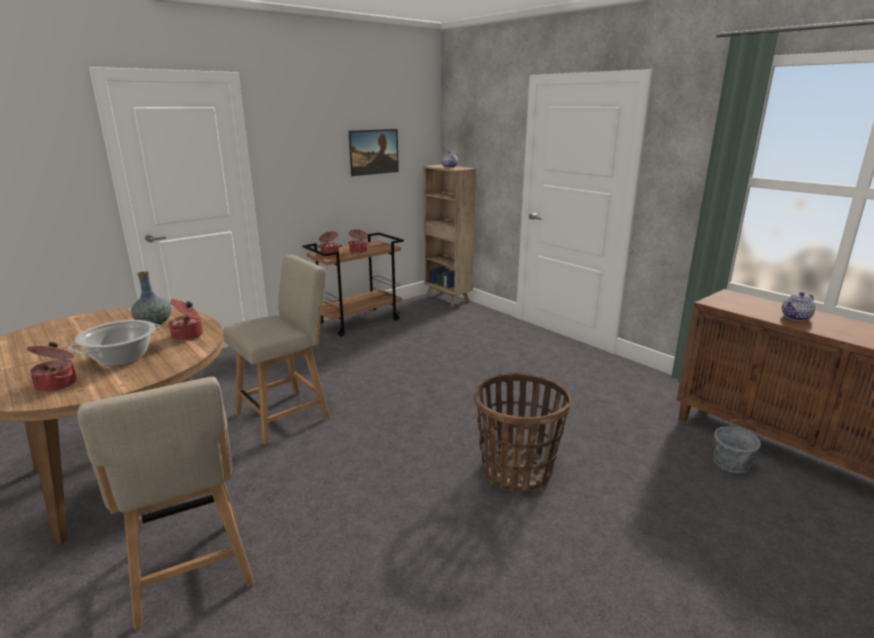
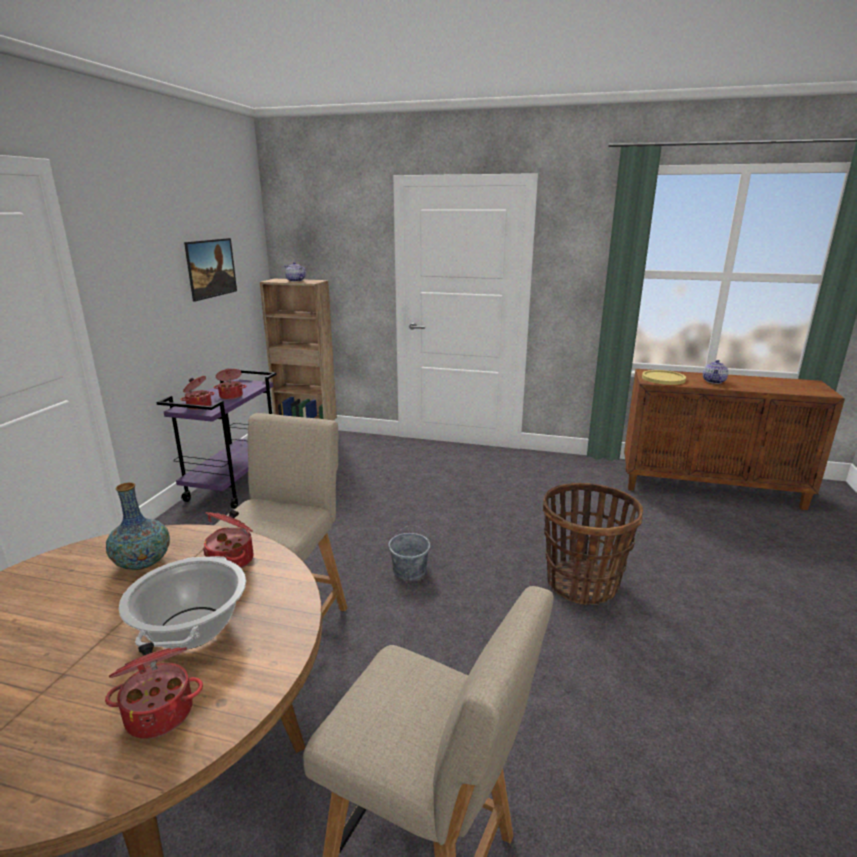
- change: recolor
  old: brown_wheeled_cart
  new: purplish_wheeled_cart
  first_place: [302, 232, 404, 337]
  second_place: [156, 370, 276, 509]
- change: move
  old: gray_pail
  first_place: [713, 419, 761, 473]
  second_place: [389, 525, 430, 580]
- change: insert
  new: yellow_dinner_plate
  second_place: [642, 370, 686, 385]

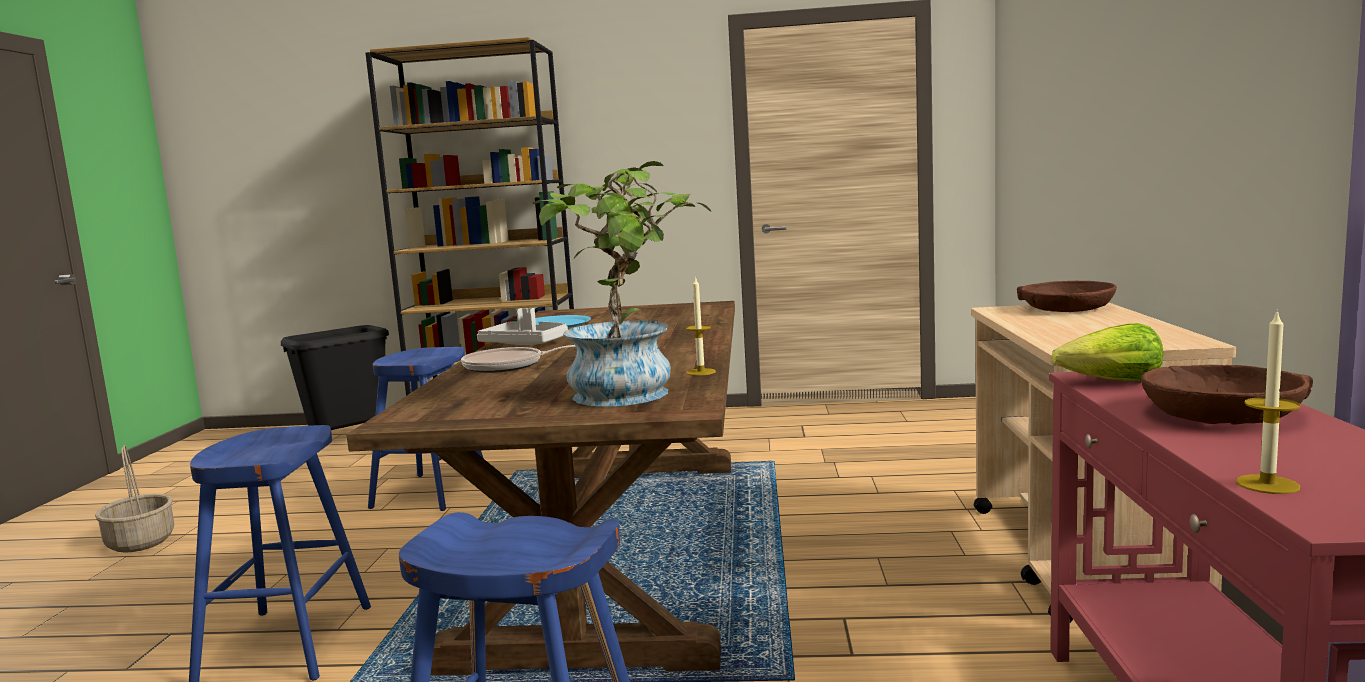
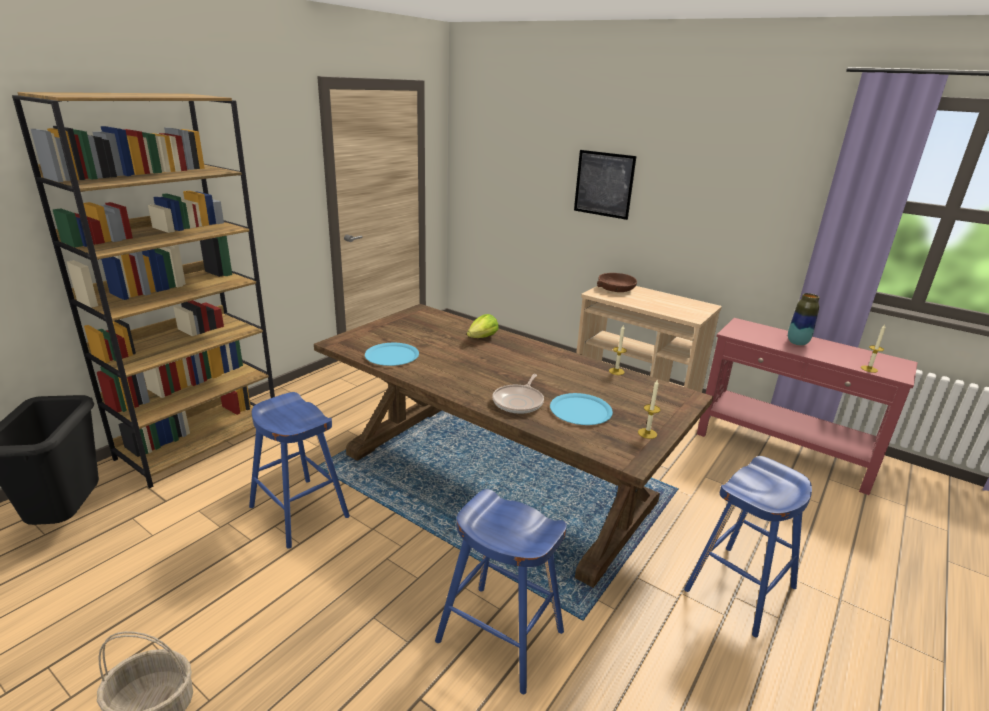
- change: delete
  old: gray_tray
  first_place: [477, 308, 568, 345]
- change: delete
  old: houseplant
  first_place: [533, 161, 711, 407]
- change: move
  old: lettuce_head
  first_place: [1052, 323, 1163, 381]
  second_place: [467, 314, 499, 338]
- change: replace
  old: brown_serving_bowl
  new: vase
  first_place: [1141, 365, 1313, 425]
  second_place: [788, 293, 820, 346]
- change: insert
  new: blue_dinner_plate
  second_place: [550, 393, 613, 425]
- change: insert
  new: picture
  second_place: [574, 150, 637, 220]
- change: insert
  new: wax_candle
  second_place: [638, 380, 660, 439]

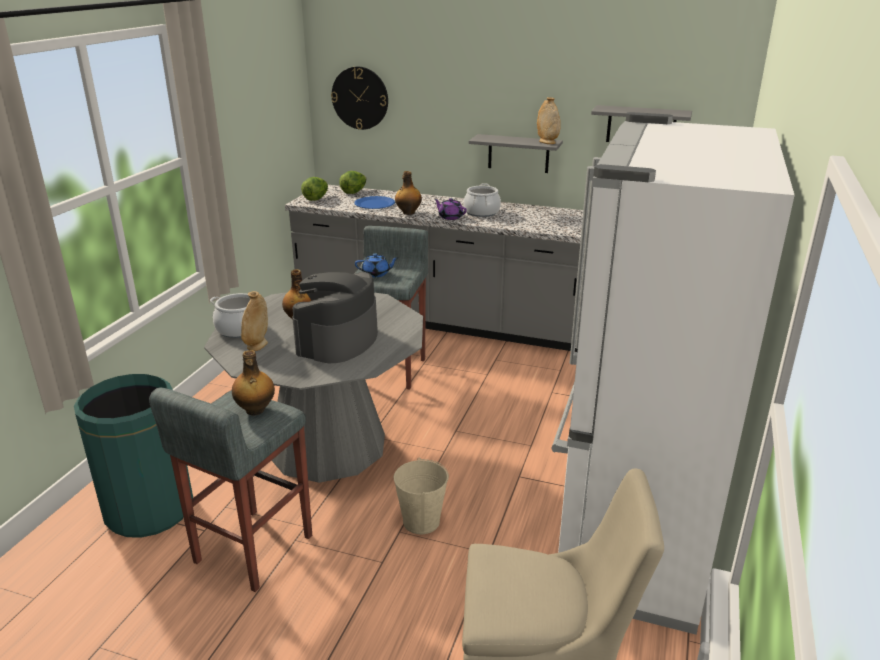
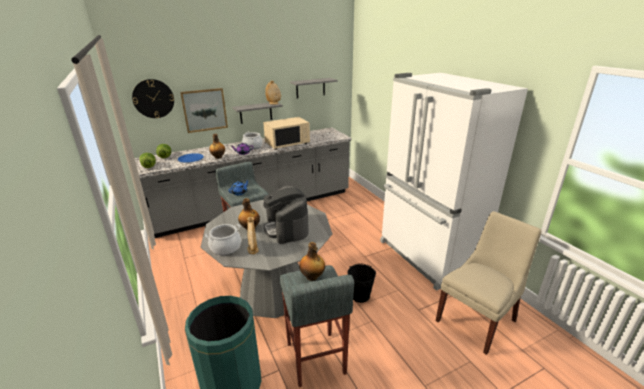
- change: recolor
  old: sand-coloured_pail
  new: black-coloured_pail
  first_place: [394, 457, 449, 534]
  second_place: [348, 264, 376, 303]
- change: insert
  new: picture
  second_place: [180, 88, 228, 133]
- change: insert
  new: sand-coloured_microwave_oven
  second_place: [263, 117, 310, 150]

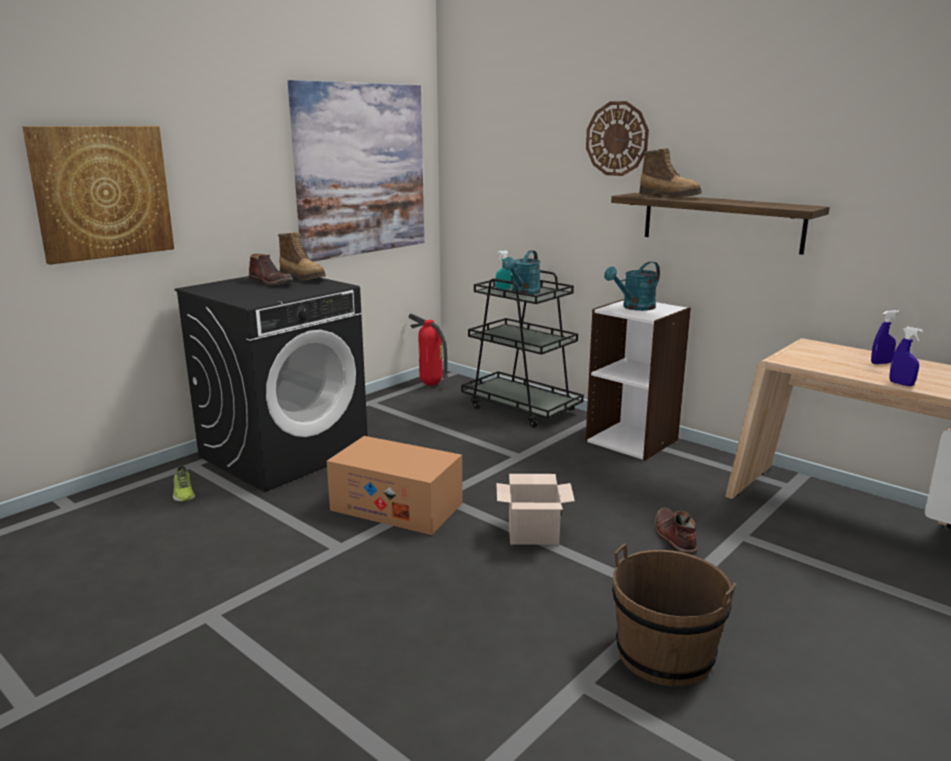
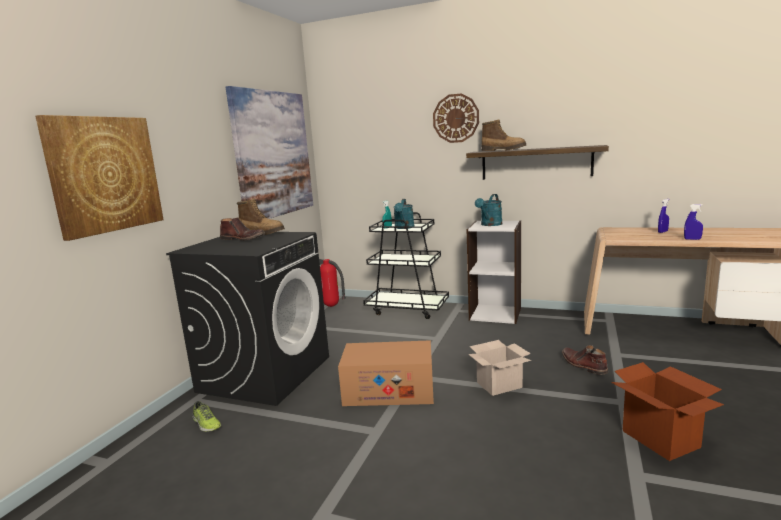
- change: replace
  old: brown_pail
  new: cardboard_box
  first_place: [612, 543, 736, 686]
  second_place: [611, 362, 724, 461]

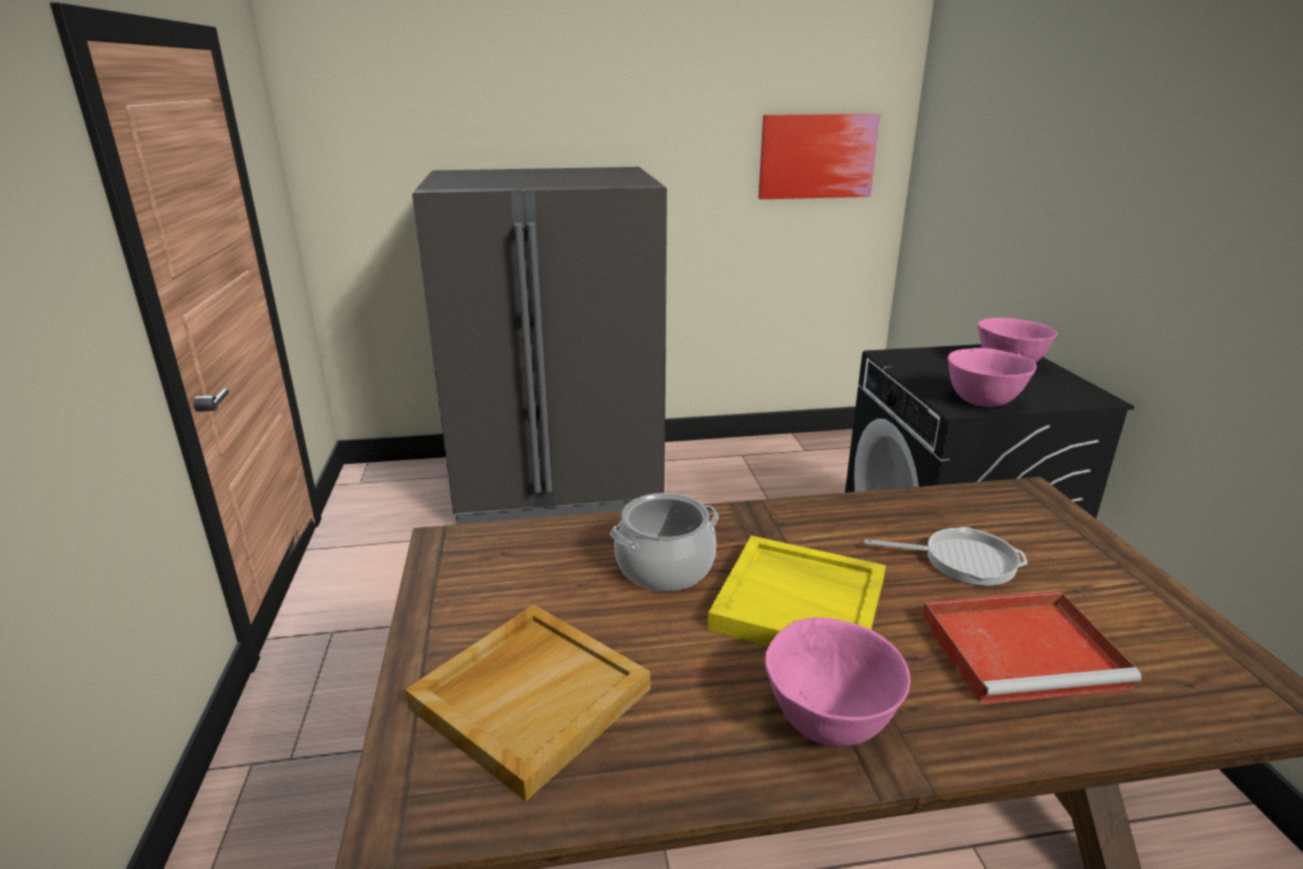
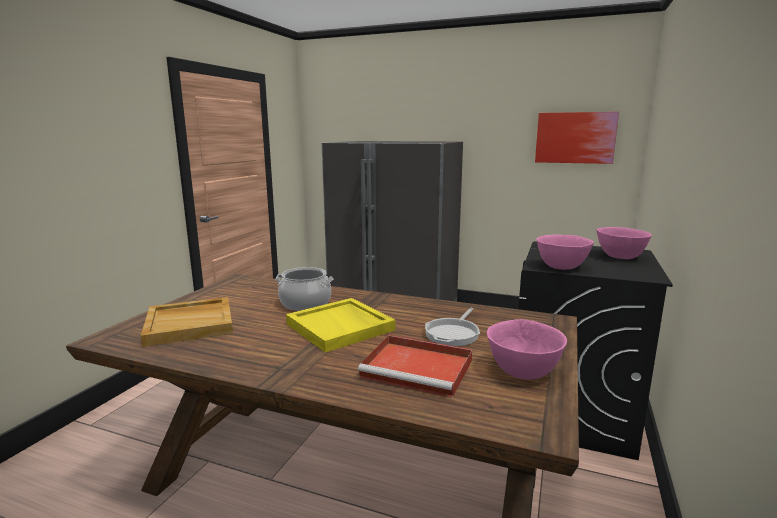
- change: move
  old: pinkish_serving_bowl
  first_place: [765, 617, 910, 747]
  second_place: [487, 319, 567, 380]
- change: rotate
  old: frying_pan
  first_place: [864, 527, 1028, 586]
  second_place: [425, 308, 480, 346]
  degrees: 75

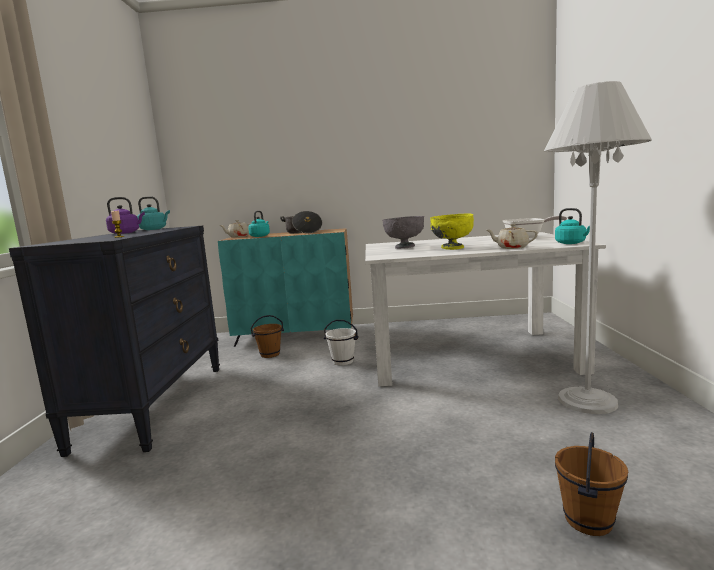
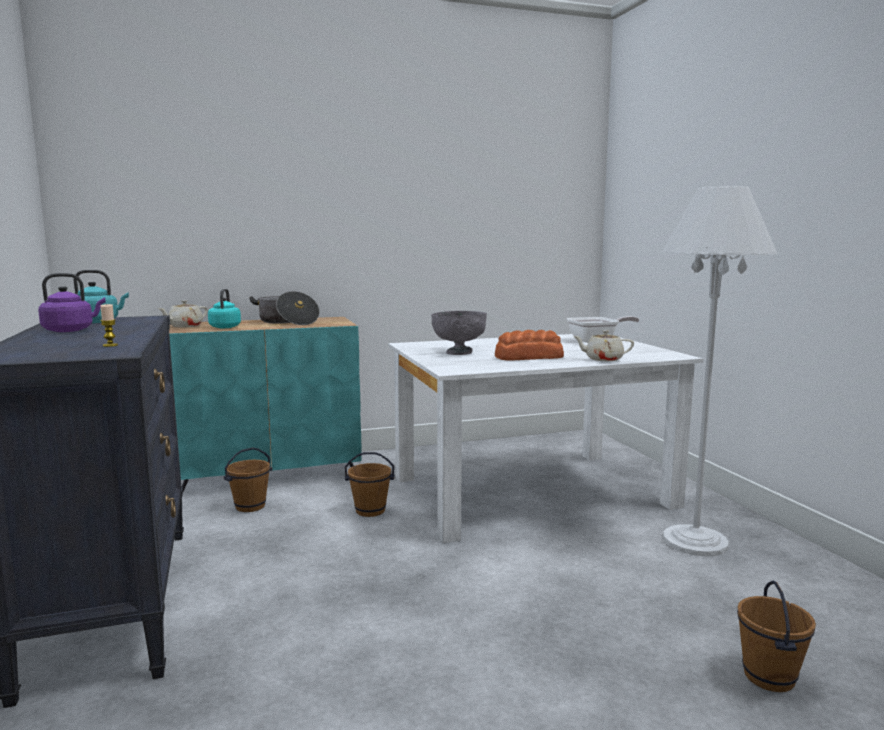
- change: recolor
  old: whitish_pail
  new: brown_pail
  first_place: [324, 320, 359, 366]
  second_place: [345, 452, 395, 517]
- change: replace
  old: yellow_serving_bowl
  new: baked_bread
  first_place: [430, 214, 474, 250]
  second_place: [495, 330, 564, 361]
- change: delete
  old: turquoise_water_kettle
  first_place: [555, 208, 590, 244]

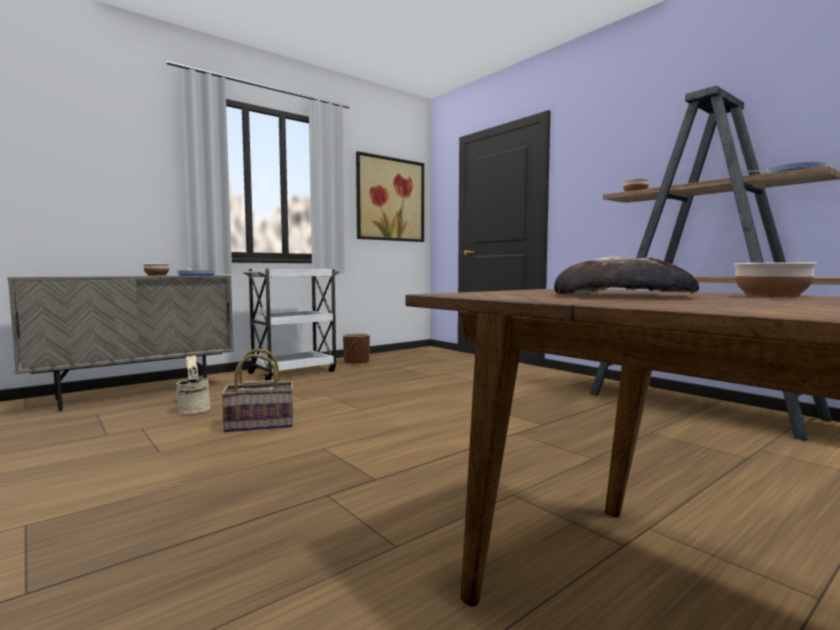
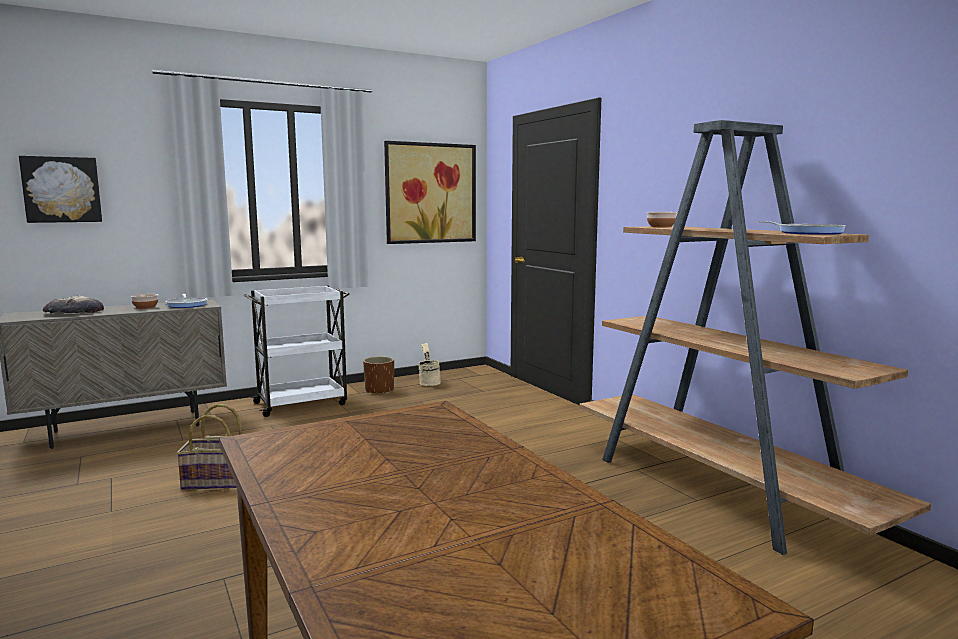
- change: move
  old: sand-coloured_pail
  first_place: [176, 355, 211, 414]
  second_place: [418, 343, 441, 386]
- change: move
  old: baked_bread
  first_place: [554, 255, 699, 294]
  second_place: [43, 295, 104, 314]
- change: delete
  old: serving_bowl
  first_place: [734, 262, 817, 297]
- change: insert
  new: picture
  second_place: [19, 156, 102, 223]

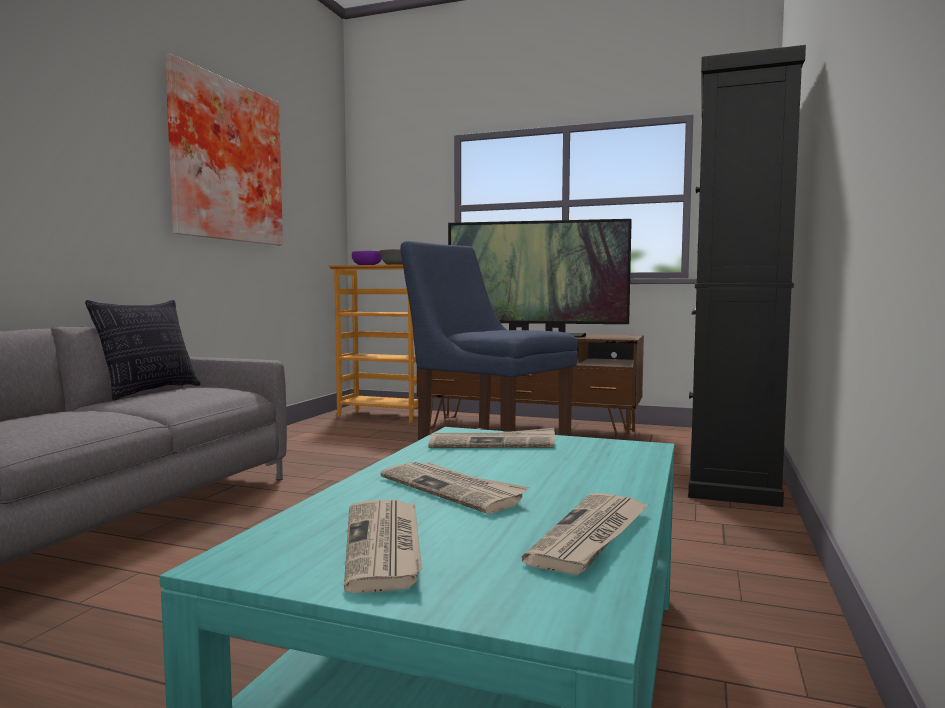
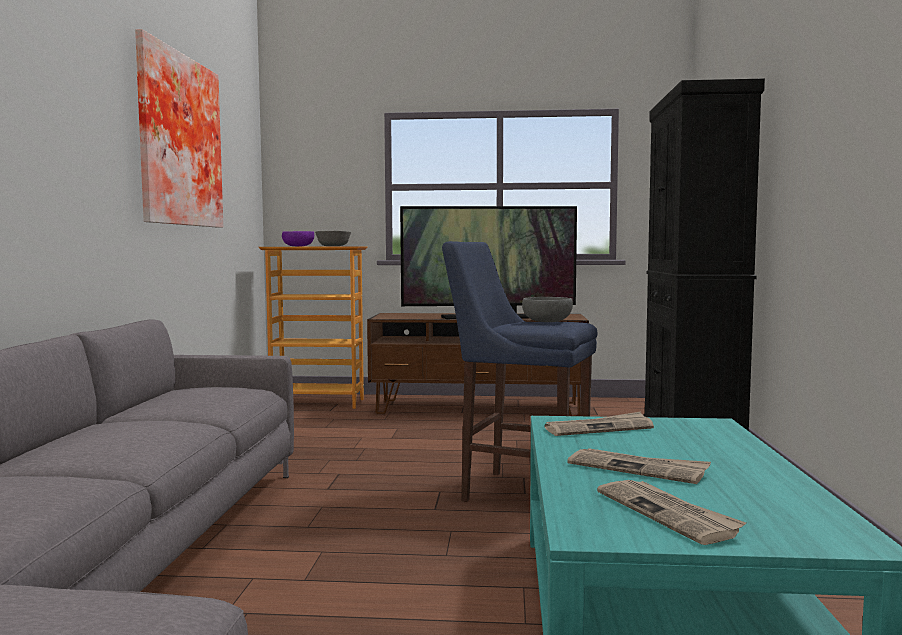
- change: delete
  old: cushion
  first_place: [85, 300, 201, 400]
- change: delete
  old: daily_paper
  first_place: [522, 493, 648, 575]
- change: insert
  new: gray_serving_bowl
  second_place: [522, 297, 573, 322]

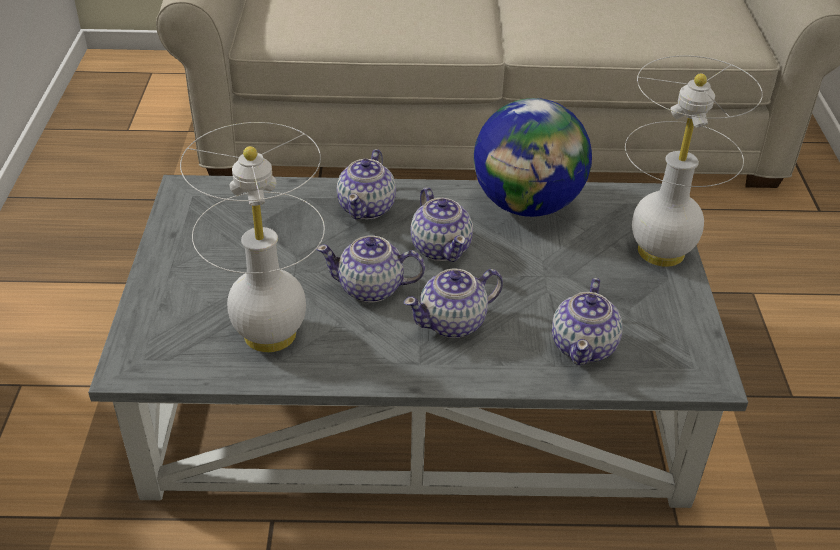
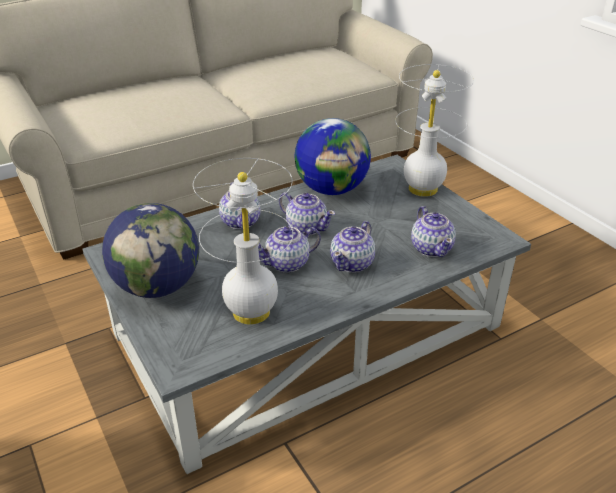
- change: insert
  new: world_globe
  second_place: [102, 203, 199, 298]

